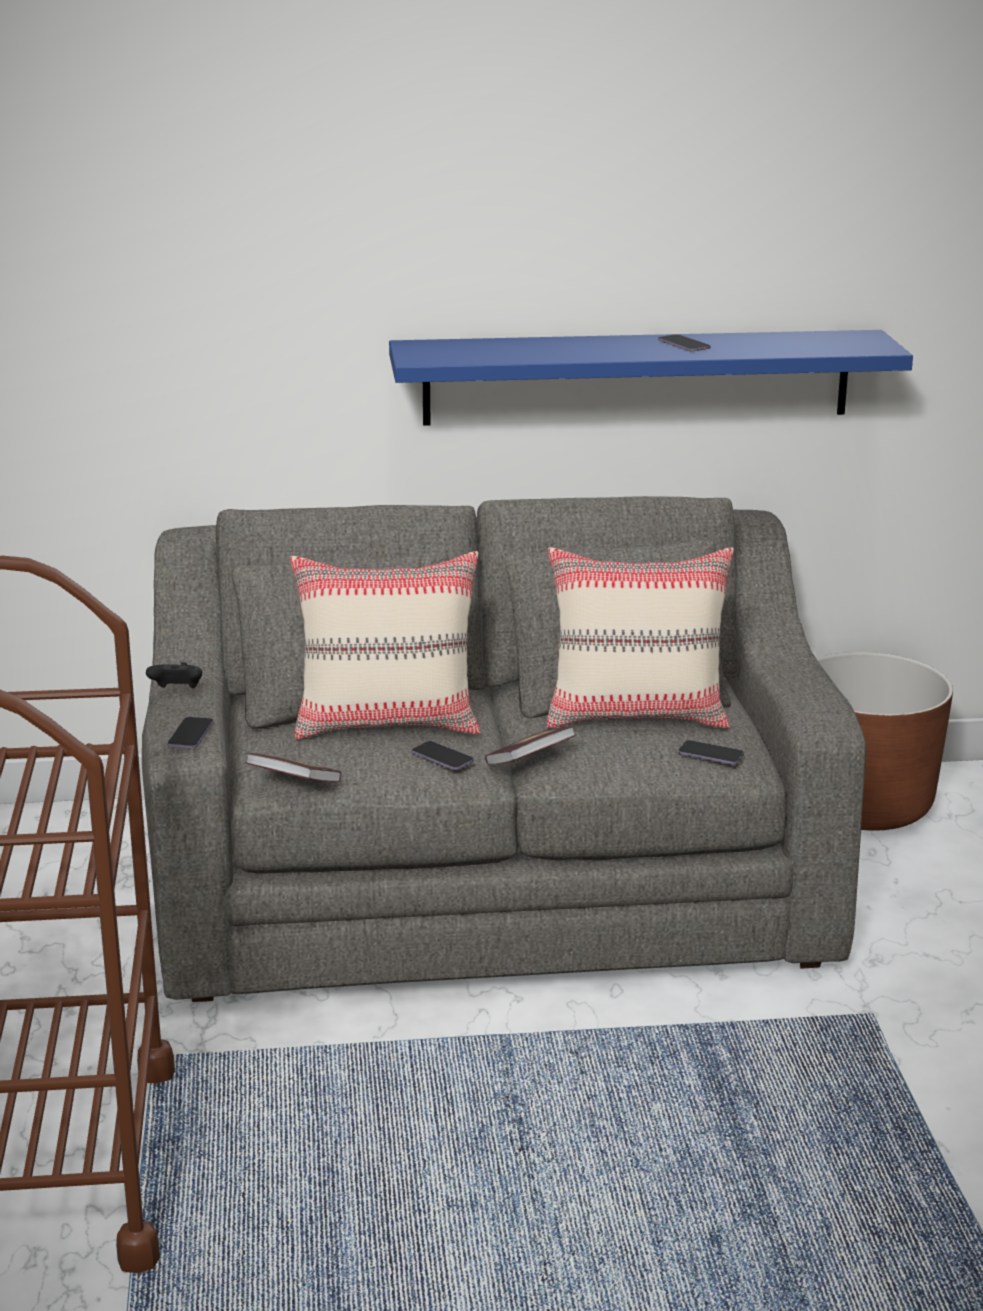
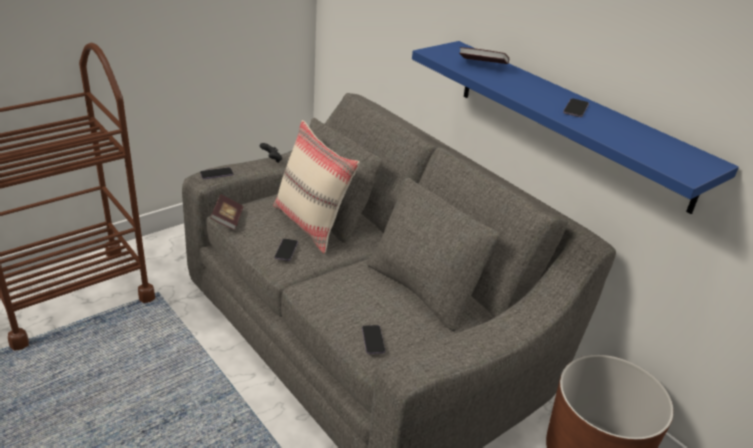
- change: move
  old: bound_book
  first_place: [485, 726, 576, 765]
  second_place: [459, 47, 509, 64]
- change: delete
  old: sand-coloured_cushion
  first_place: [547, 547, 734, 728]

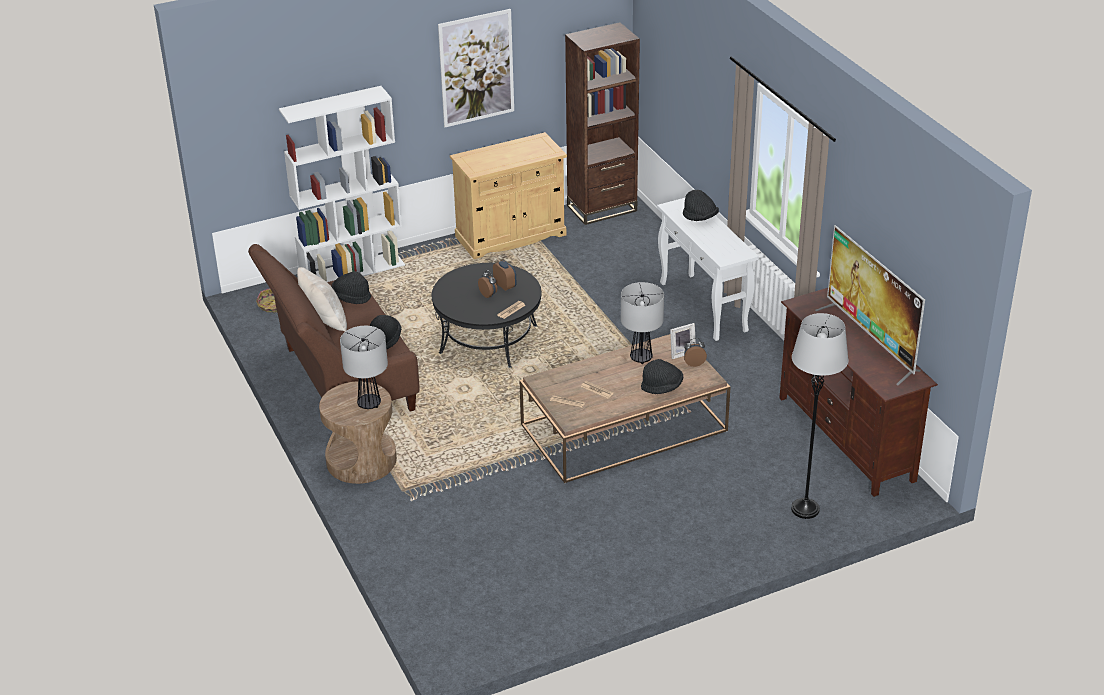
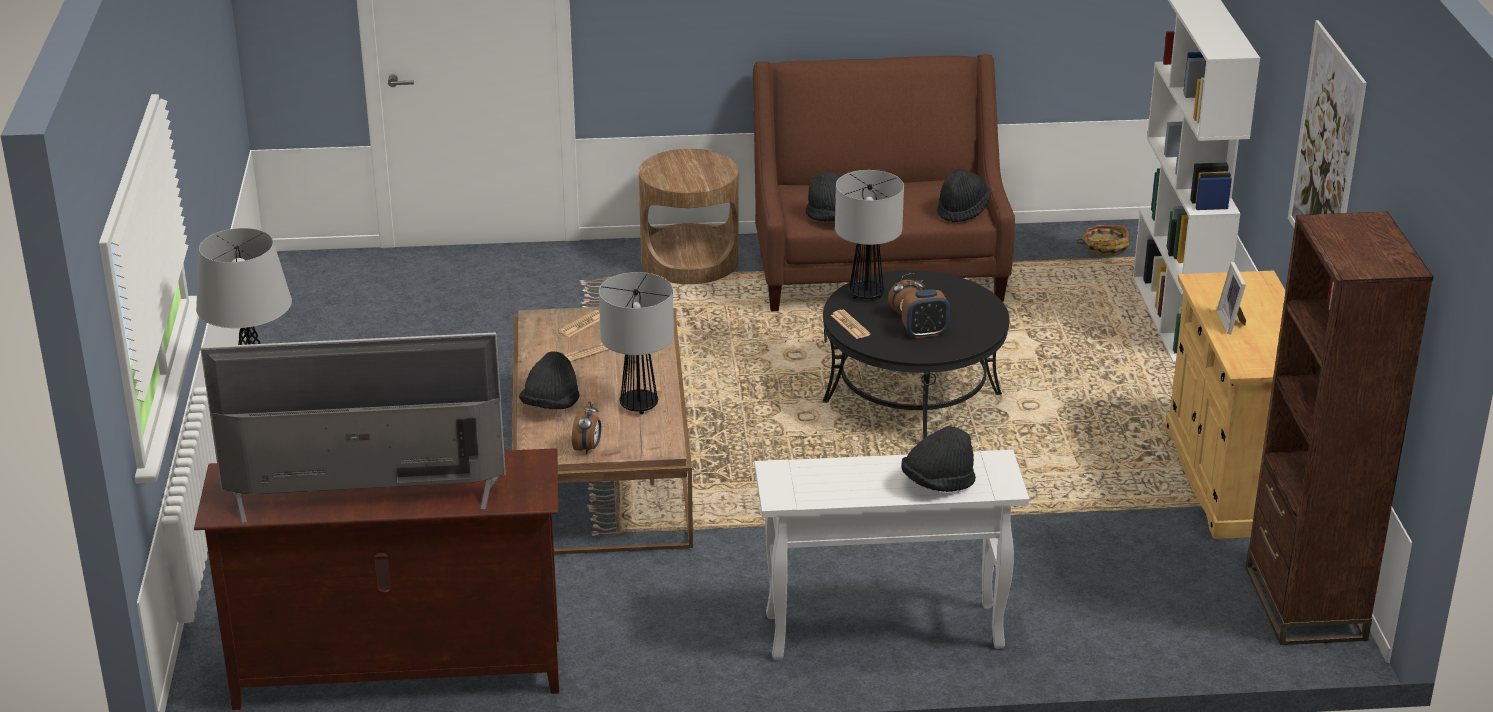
- change: delete
  old: sand-coloured_cushion
  first_place: [297, 267, 347, 332]
- change: move
  old: lamp_for_a_table
  first_place: [340, 326, 388, 409]
  second_place: [835, 170, 904, 299]
- change: move
  old: photo_frame
  first_place: [670, 323, 696, 359]
  second_place: [1217, 262, 1246, 334]

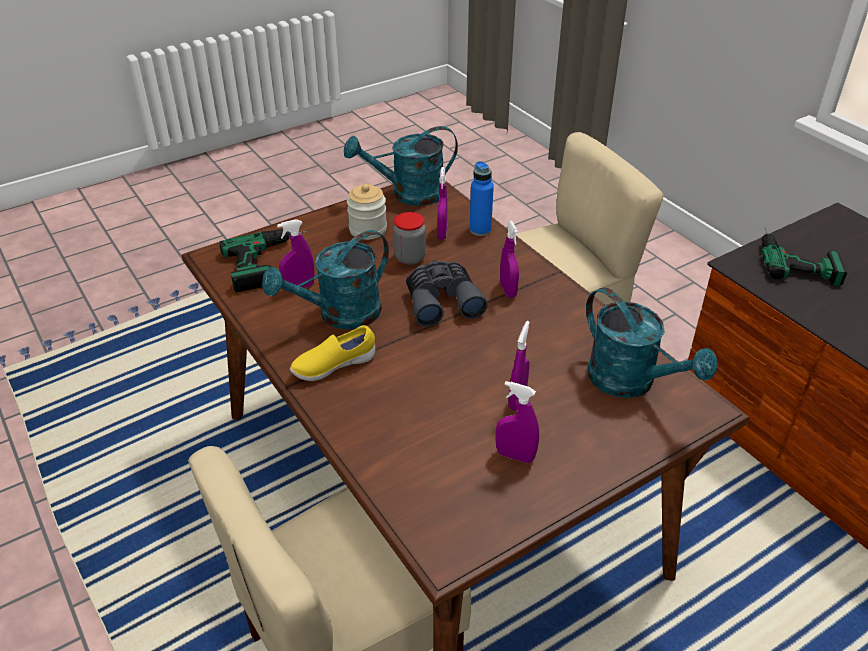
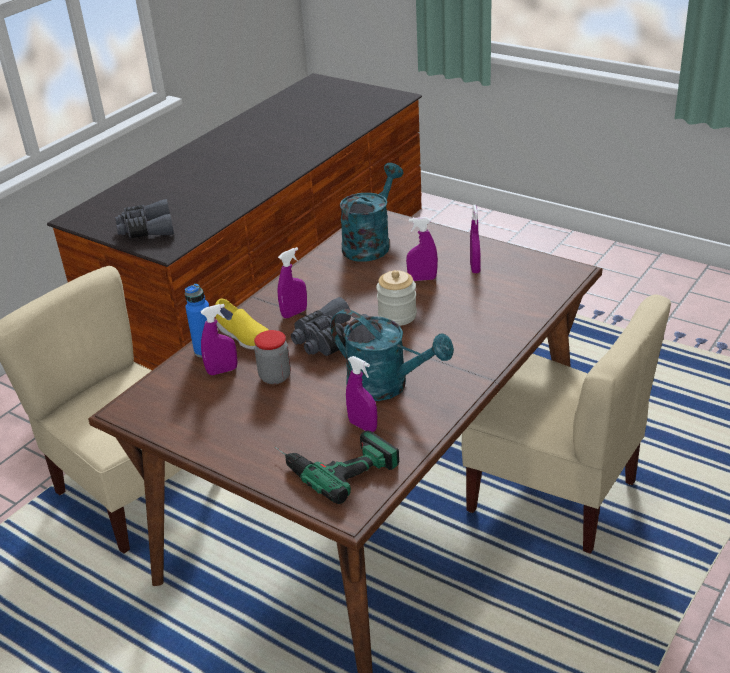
- change: move
  old: yellow_shoe
  first_place: [290, 325, 375, 381]
  second_place: [215, 299, 268, 350]
- change: delete
  old: turquoise_watering_can
  first_place: [344, 126, 458, 206]
- change: move
  old: jar
  first_place: [347, 184, 387, 240]
  second_place: [376, 270, 417, 326]
- change: replace
  old: electric_drill
  new: gray_field_glasses
  first_place: [762, 226, 847, 286]
  second_place: [115, 199, 174, 239]

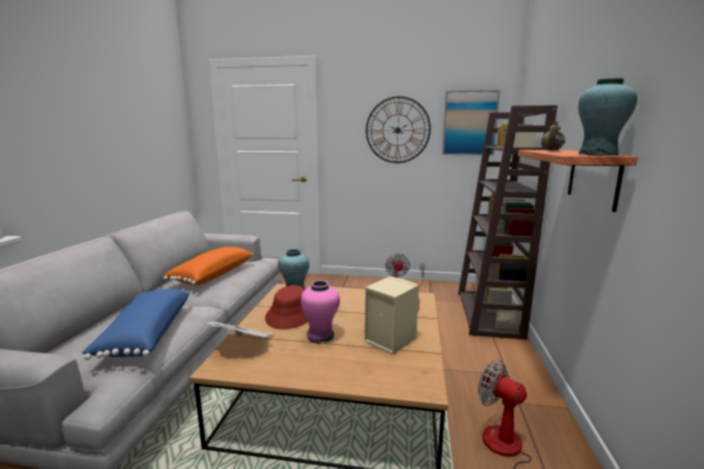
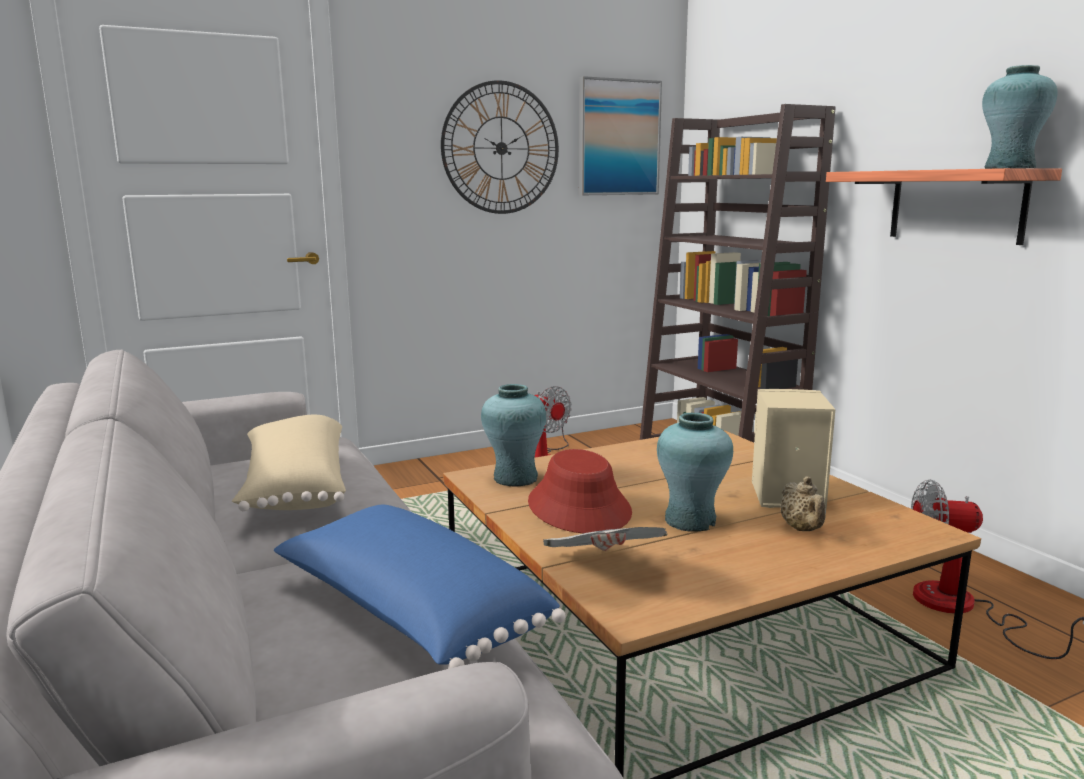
- change: recolor
  old: orangey_cushion
  new: sand-coloured_cushion
  first_place: [163, 247, 253, 286]
  second_place: [232, 415, 346, 511]
- change: recolor
  old: pinkish_vase
  new: turquoise_vase
  first_place: [301, 280, 340, 343]
  second_place: [657, 413, 733, 532]
- change: move
  old: sand-coloured_pot_for_tea
  first_place: [541, 121, 565, 150]
  second_place: [781, 476, 826, 531]

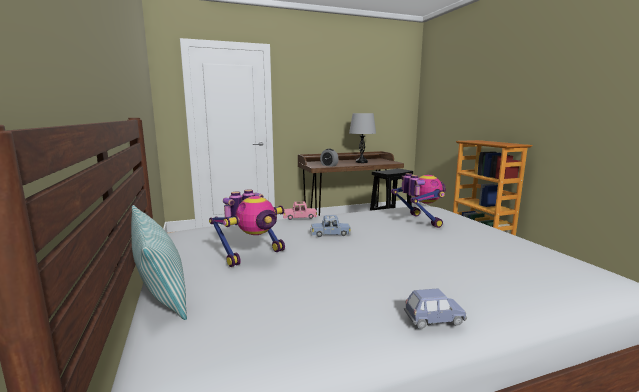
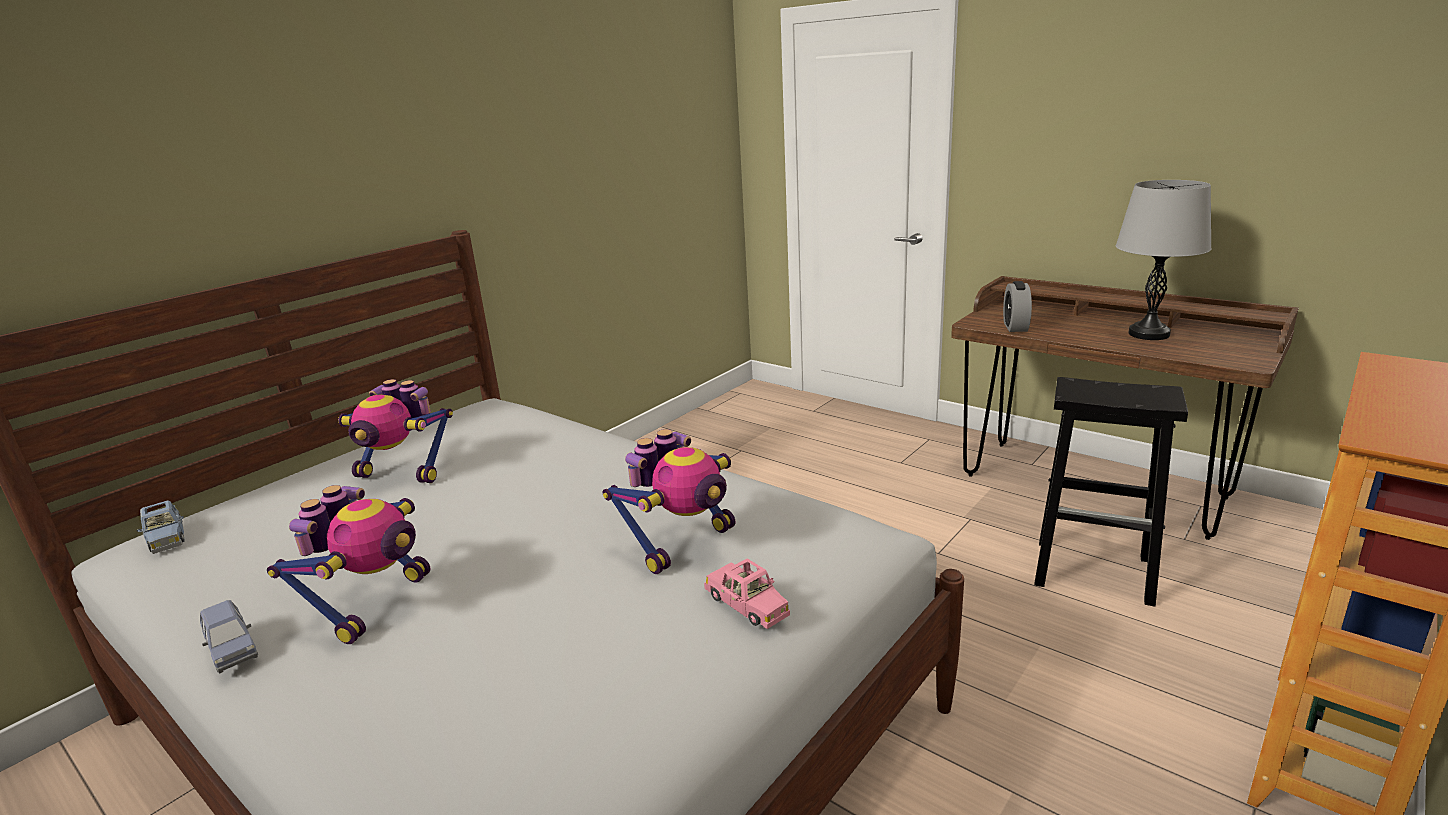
- change: delete
  old: cushion
  first_place: [131, 205, 187, 320]
- change: move
  old: pinkish_toy_car
  first_place: [283, 202, 317, 220]
  second_place: [704, 559, 790, 629]
- change: move
  old: blue_toy_car
  first_place: [311, 215, 351, 237]
  second_place: [137, 500, 185, 554]
- change: insert
  new: toy_robot
  second_place: [267, 485, 430, 644]

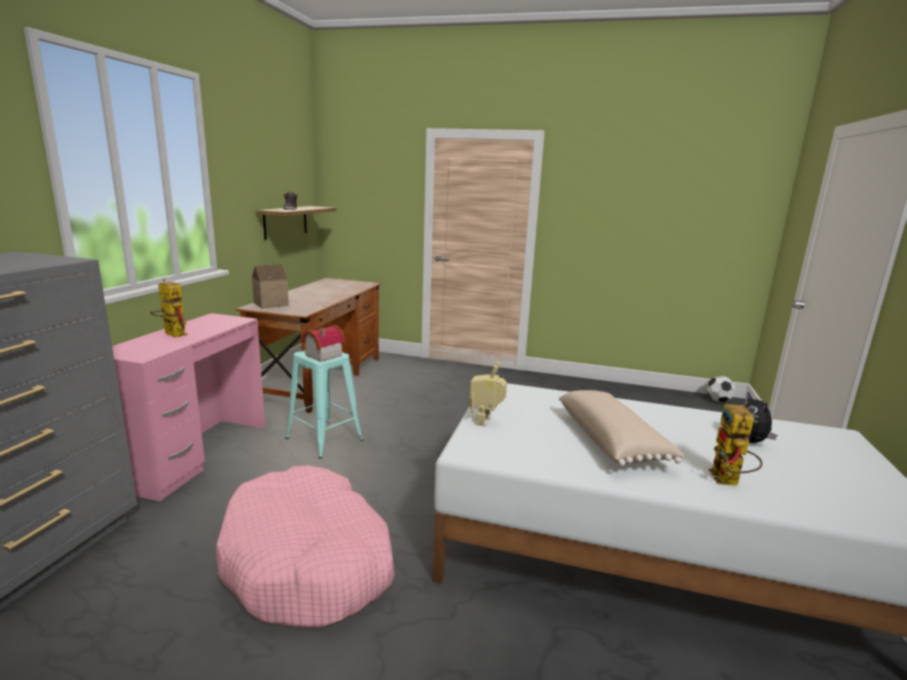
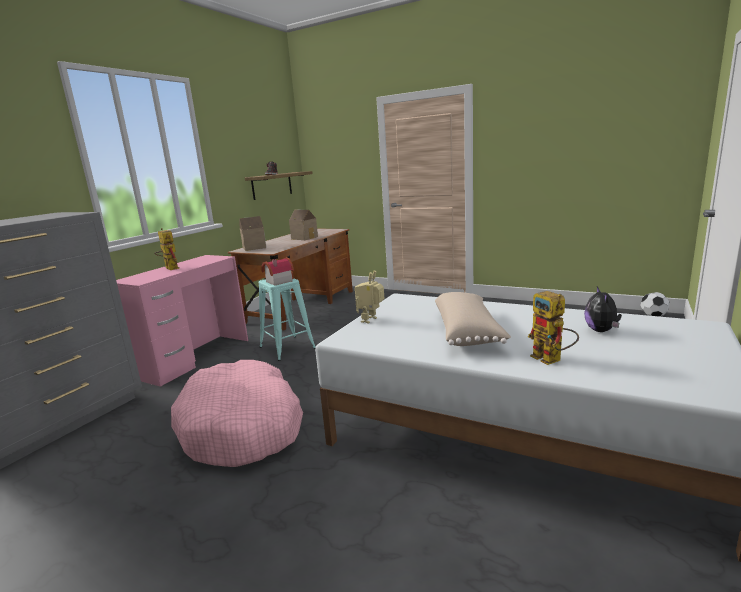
- change: rotate
  old: toy_robot
  first_place: [709, 404, 763, 486]
  second_place: [528, 291, 579, 365]
  degrees: -45
- change: insert
  new: toy_house
  second_place: [289, 210, 318, 240]

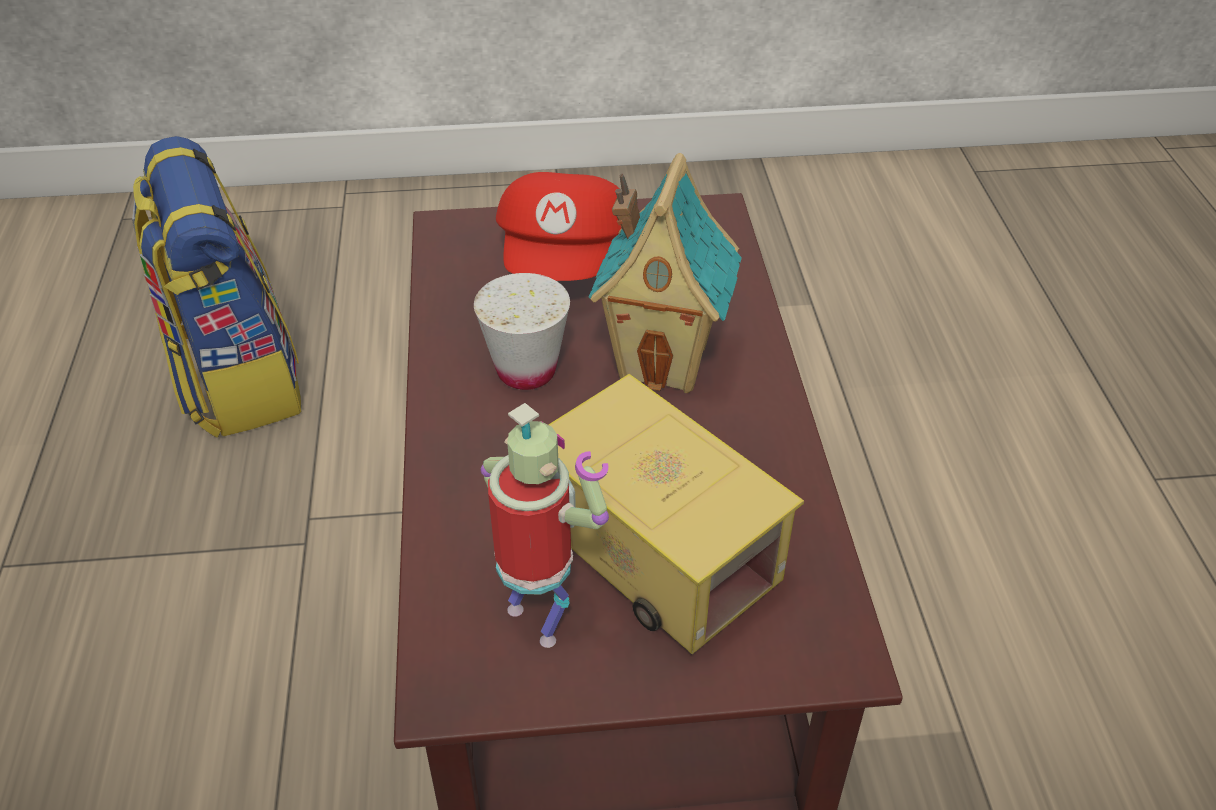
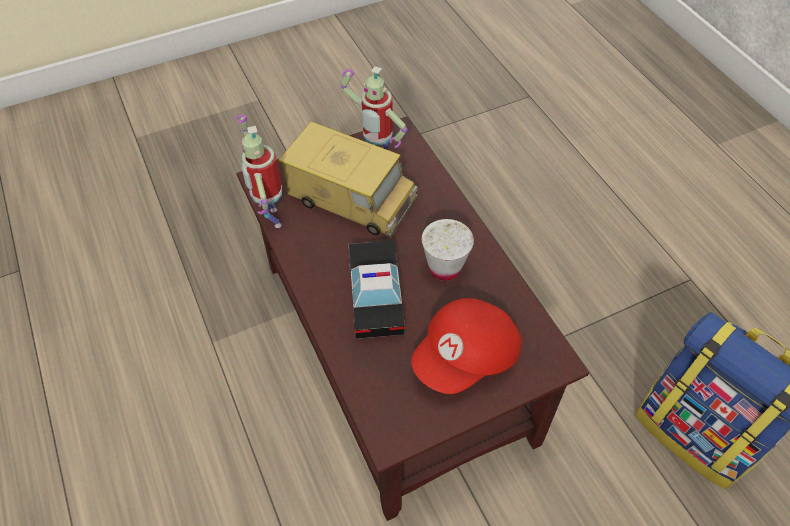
- change: rotate
  old: red_cap
  first_place: [496, 172, 621, 281]
  second_place: [411, 298, 522, 394]
  degrees: -120
- change: replace
  old: toy_house
  new: toy_car
  first_place: [589, 153, 742, 393]
  second_place: [349, 240, 405, 339]
- change: insert
  new: toy_robot
  second_place: [234, 115, 282, 228]

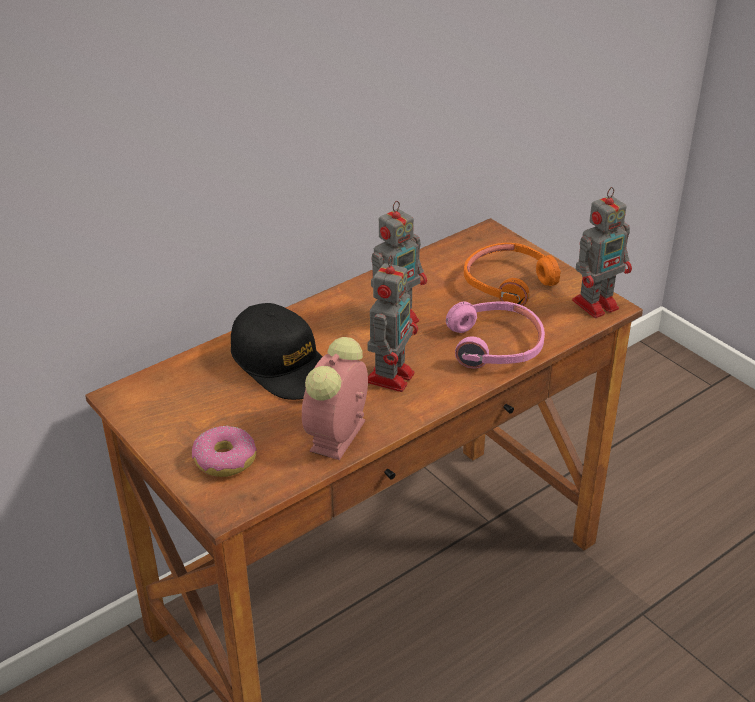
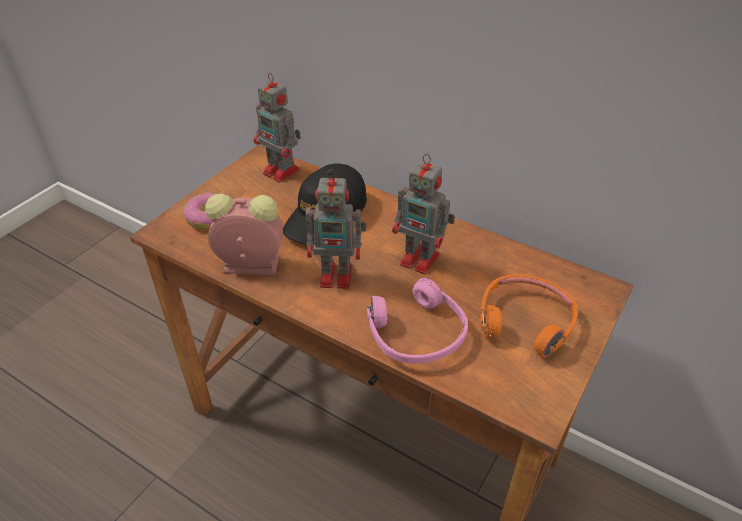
- change: move
  old: toy_robot
  first_place: [572, 187, 632, 318]
  second_place: [253, 73, 301, 183]

